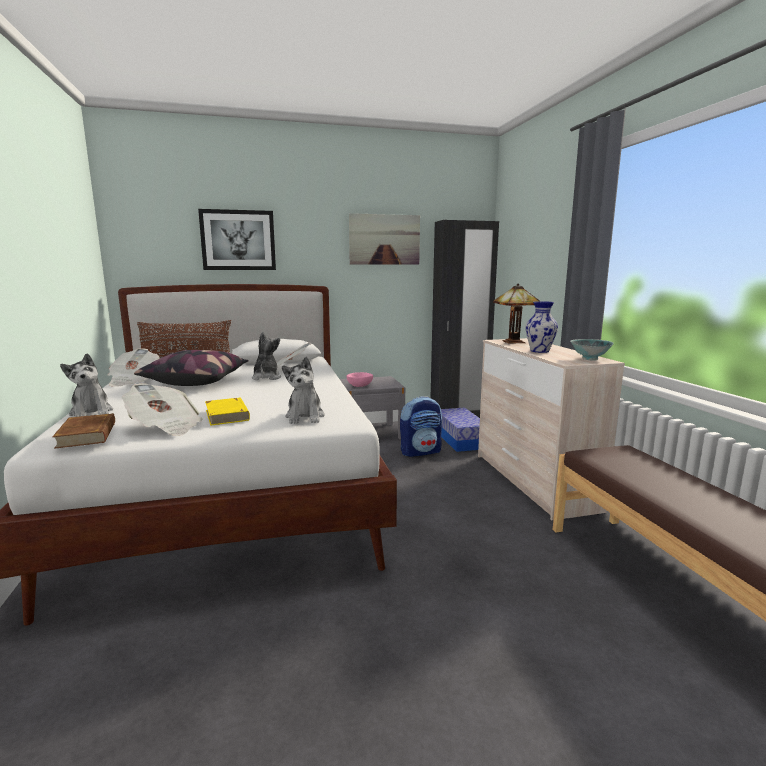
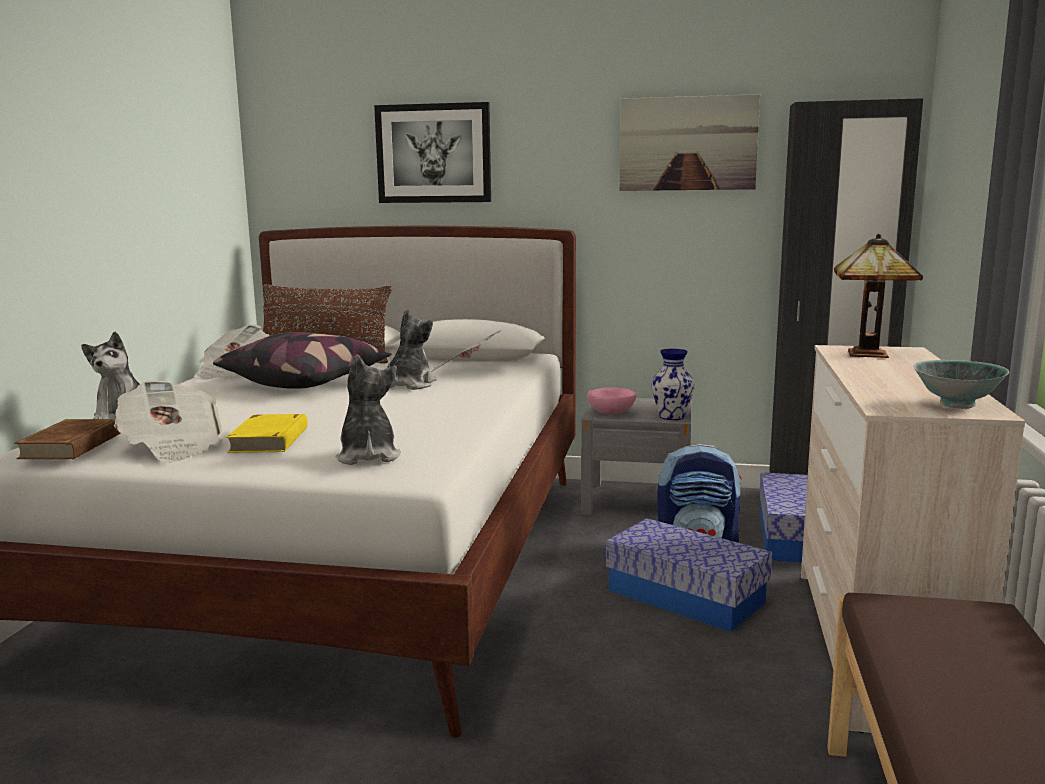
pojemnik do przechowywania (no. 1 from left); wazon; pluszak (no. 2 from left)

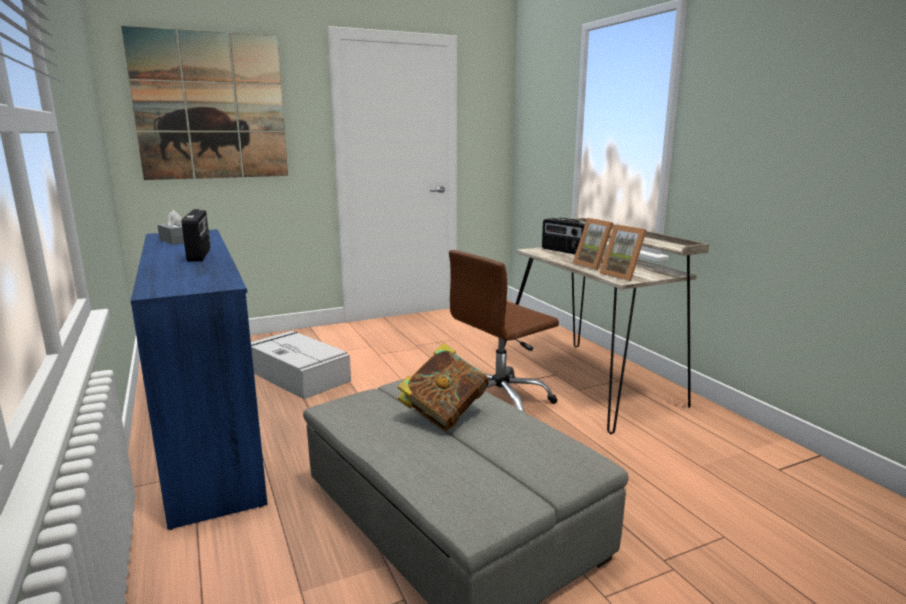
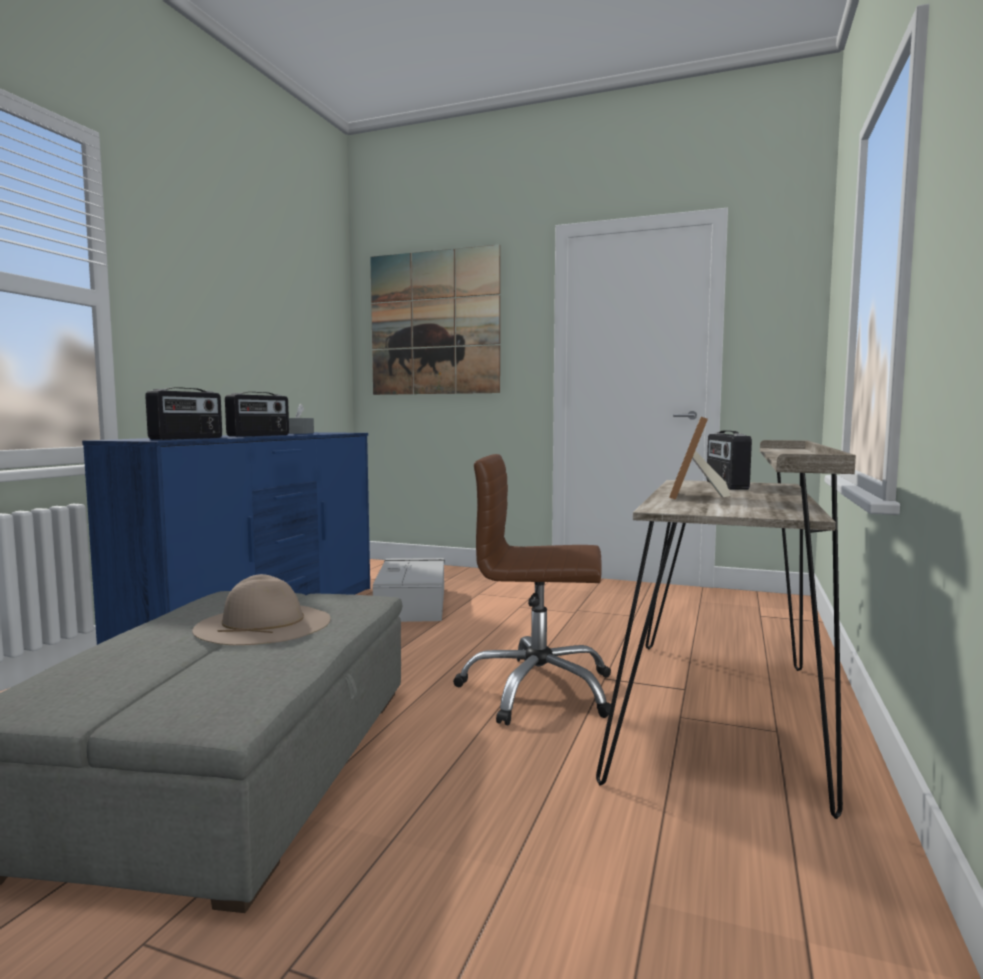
ramka na zdjęcie (no. 2 from left in the first image); radio (no. 1 from left); kapelusz (beżowy)

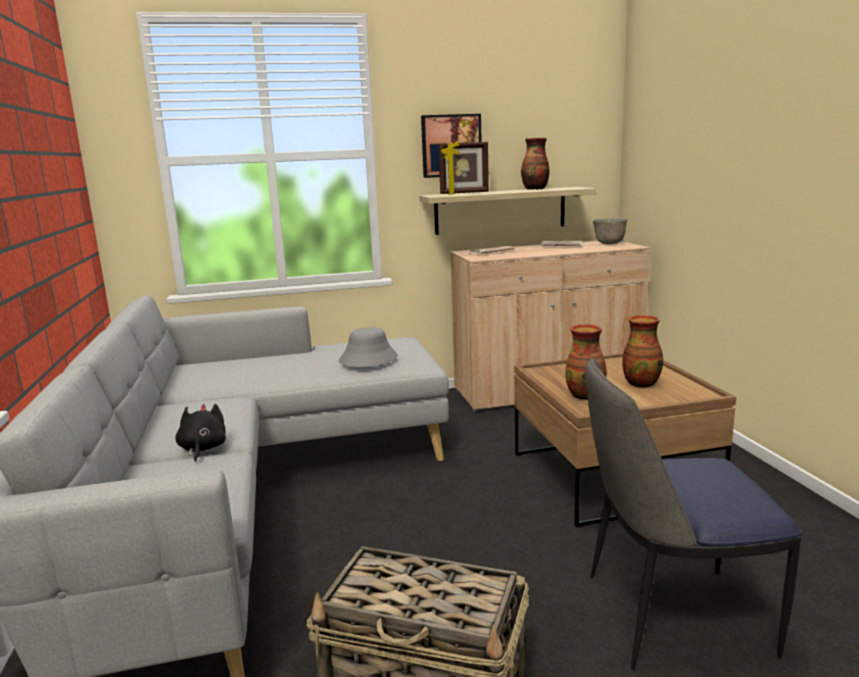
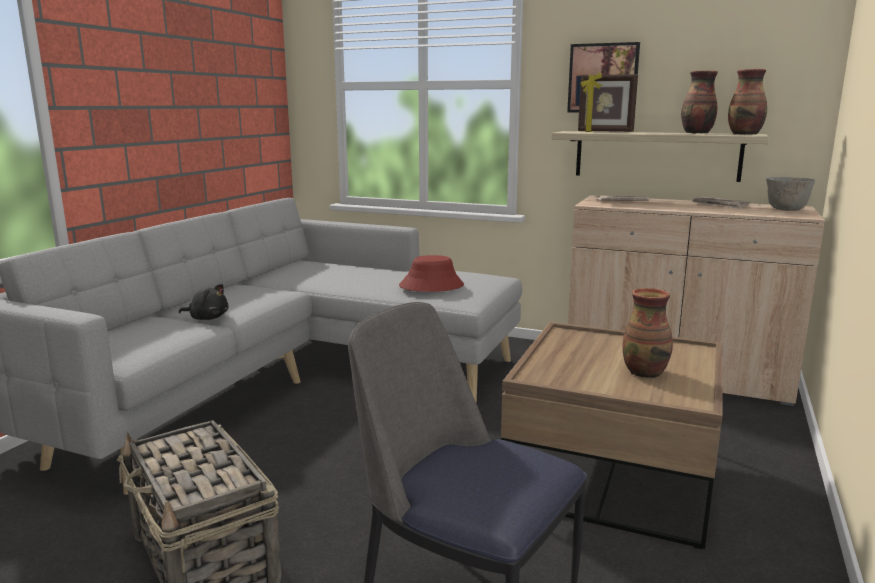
wazon (no. 3 from left); kapelusz (czerwony); pluszak (czarny)

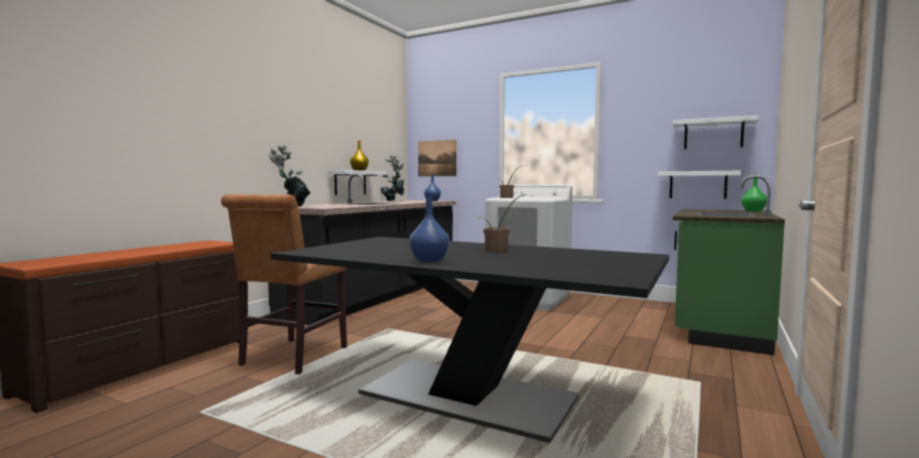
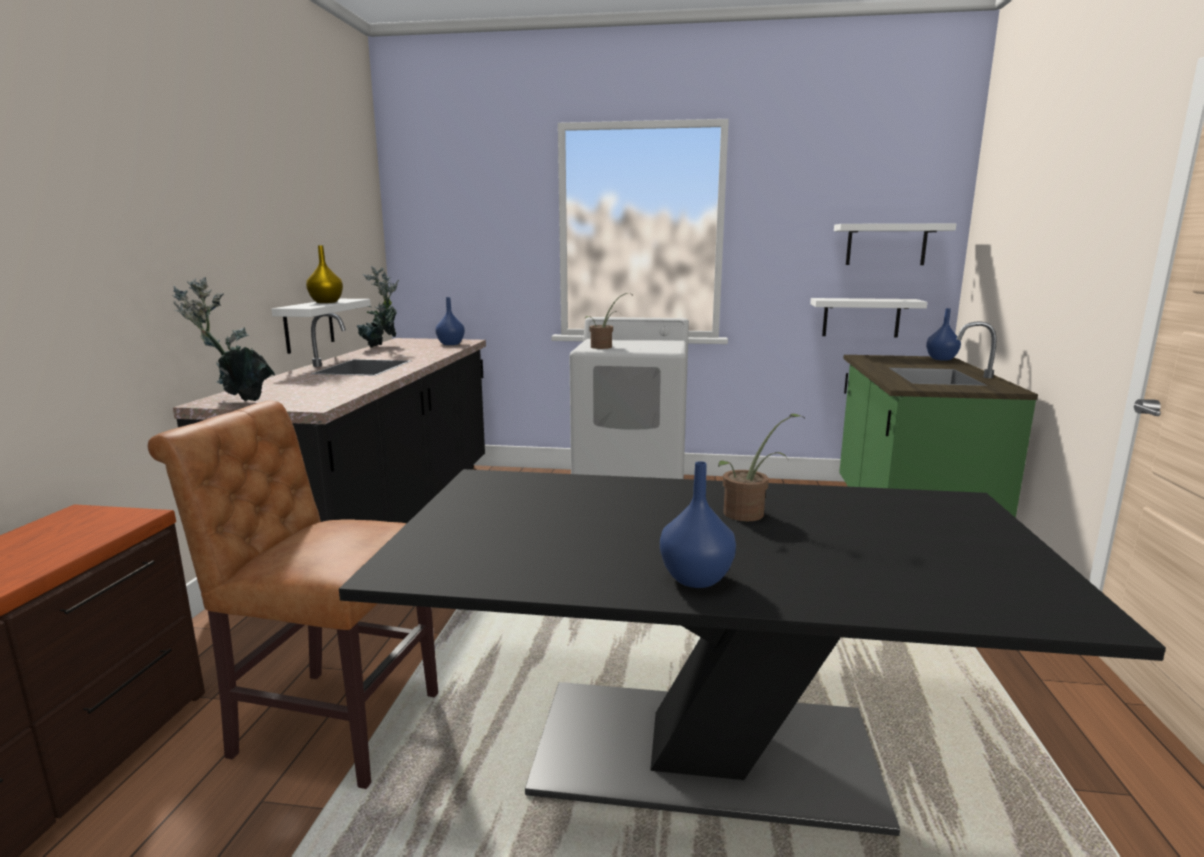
obraz; wazon (niebieski) (no. 3 from left); krzesło (brązowy)

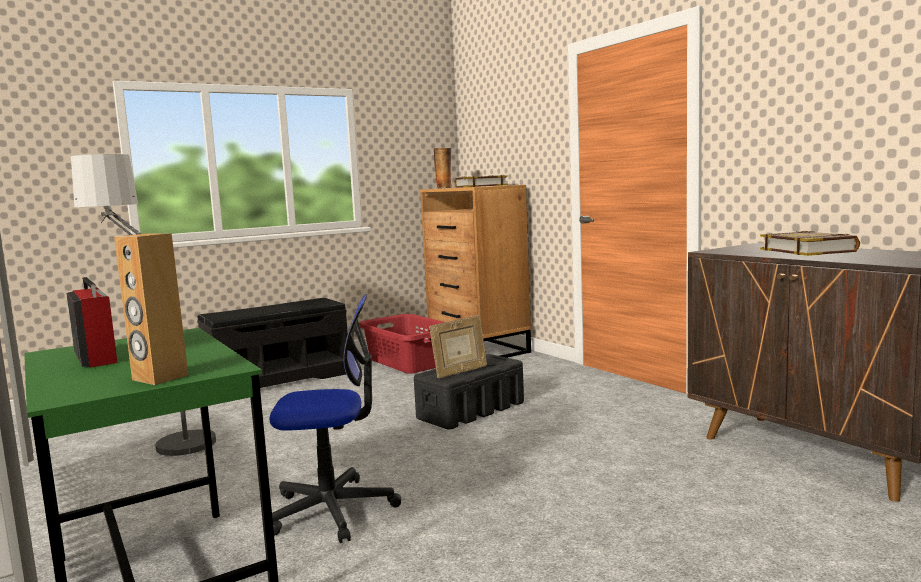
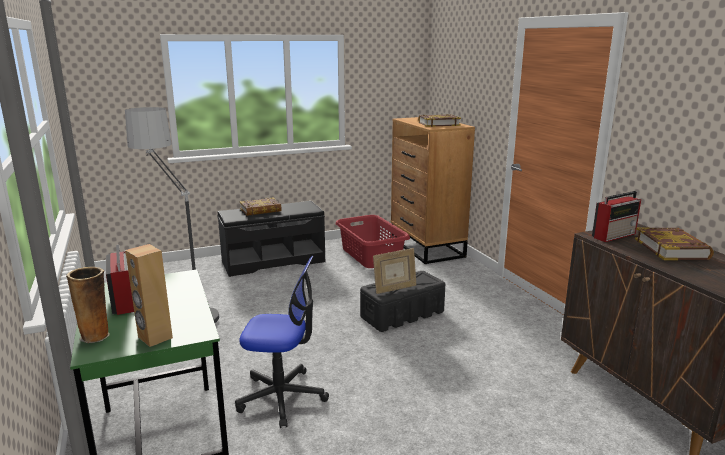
książka (no. 1 from left); radio (no. 2 from left); wazon

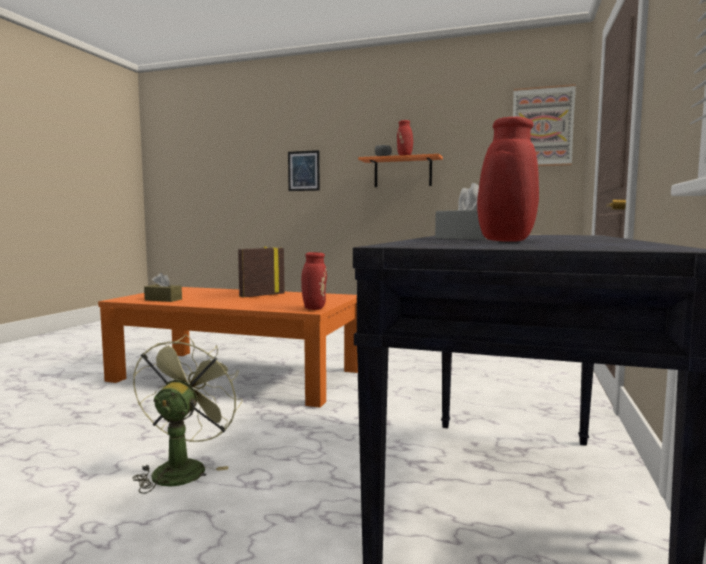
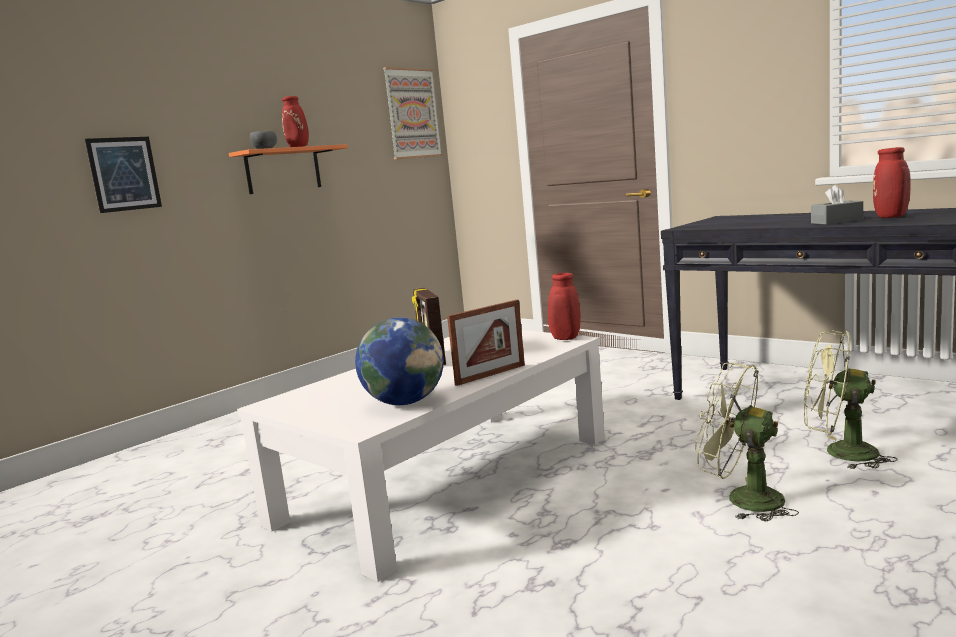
ramka na zdjęcie (no. 2 from left); wentylator (zielony) (no. 2 from left); globus; ława (biały)

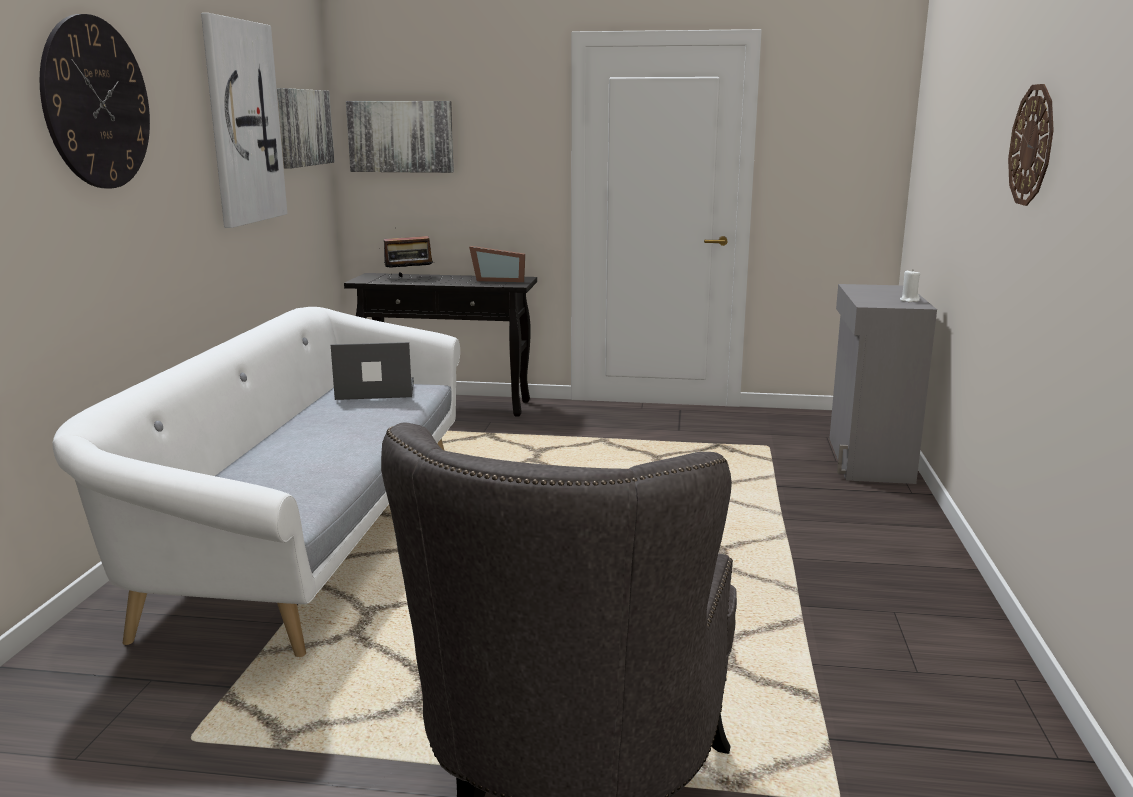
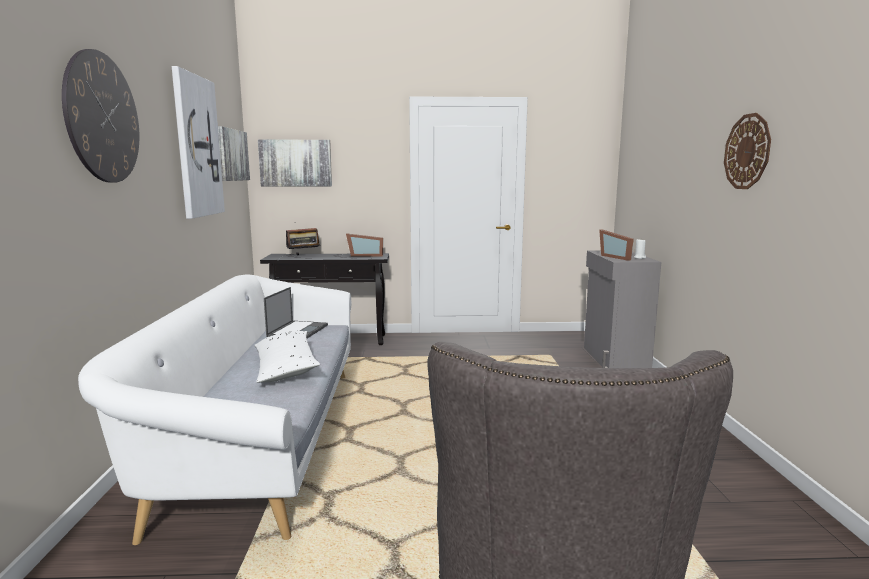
poduszka (biały); ramka na zdjęcie (no. 2 from left); laptop

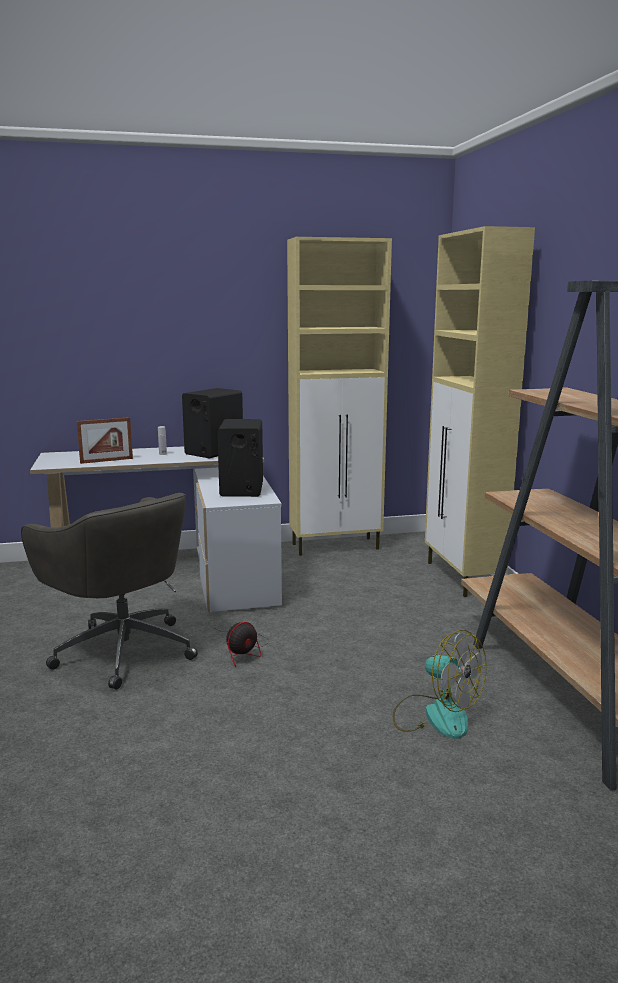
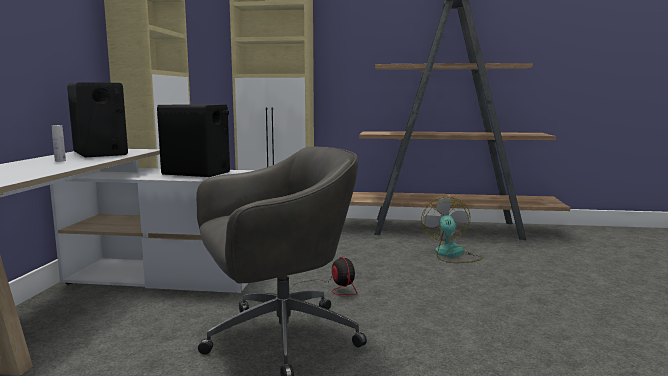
ramka na zdjęcie; wentylator (no. 2 from left)

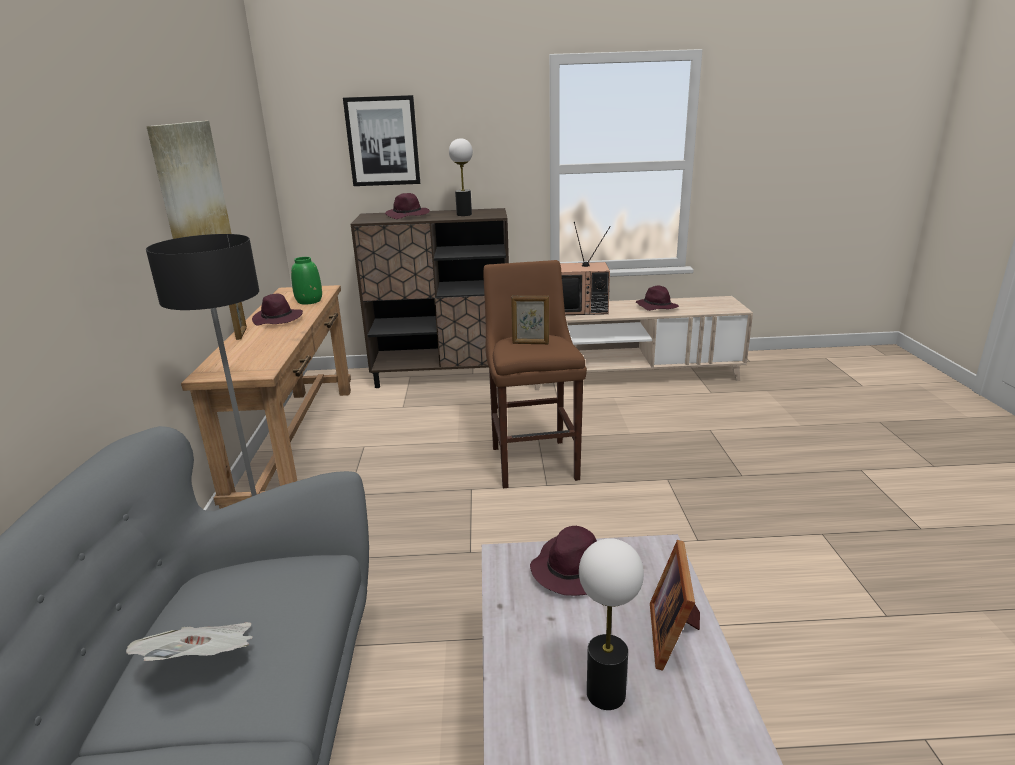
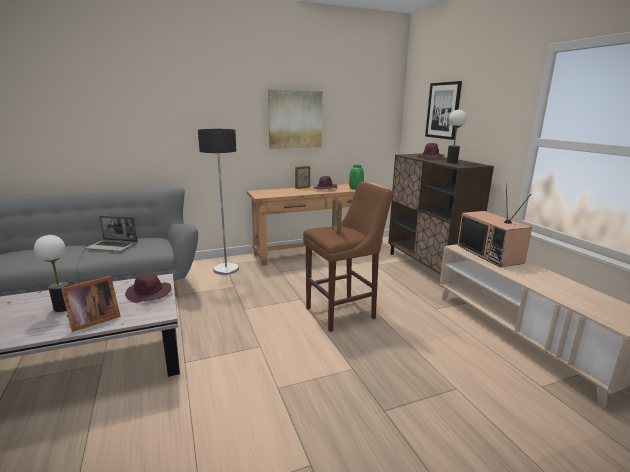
kapelusz (fioletowy) (no. 4 from left in the first image); laptop; ramka na zdjęcie (no. 1 from left)

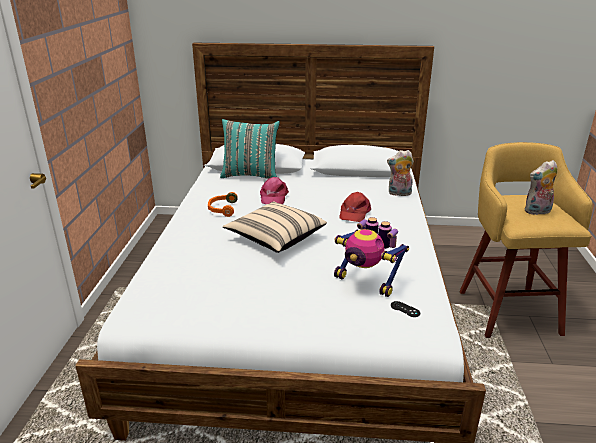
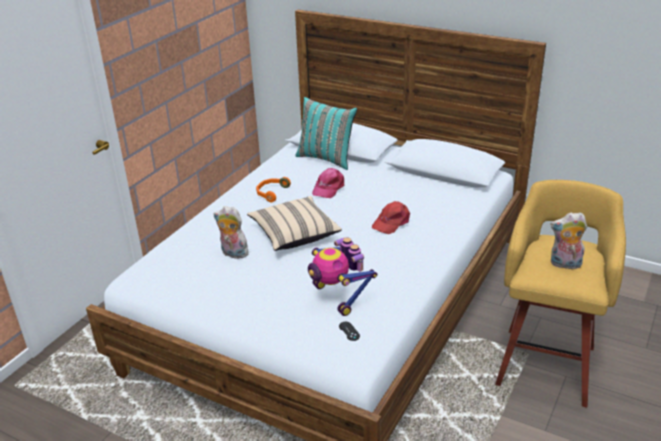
pluszak (no. 1 from left)

